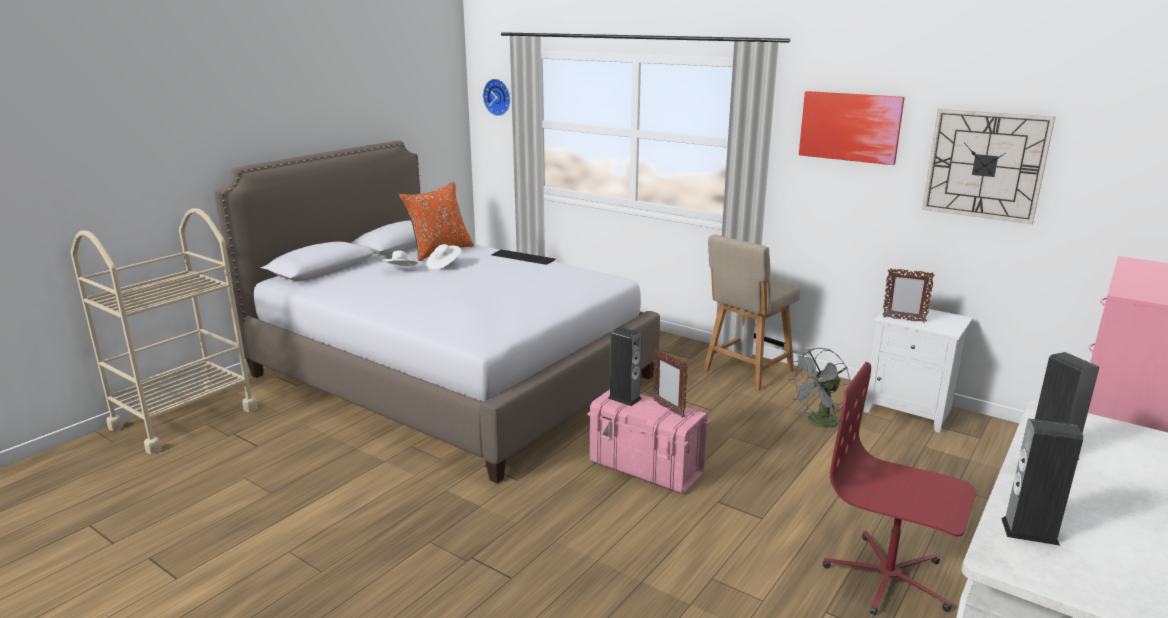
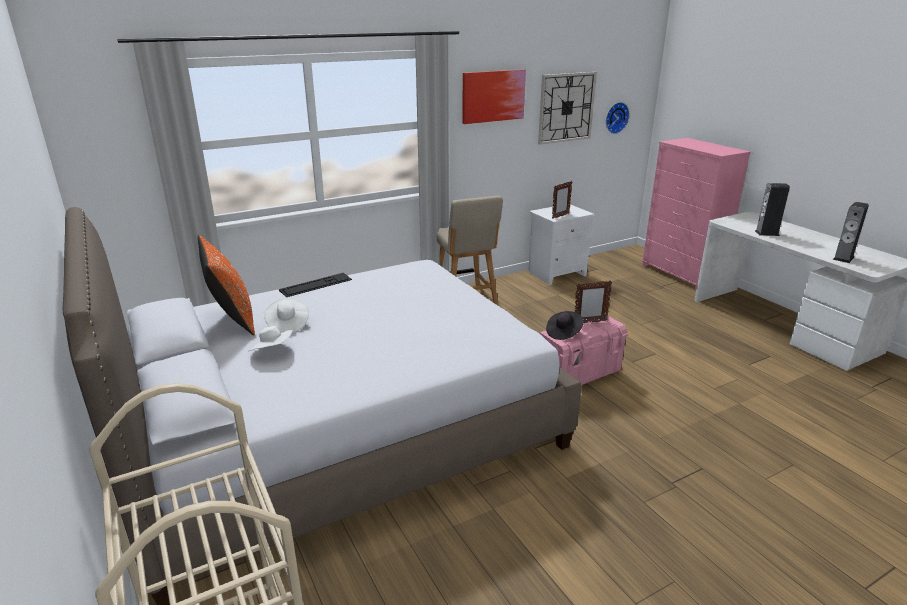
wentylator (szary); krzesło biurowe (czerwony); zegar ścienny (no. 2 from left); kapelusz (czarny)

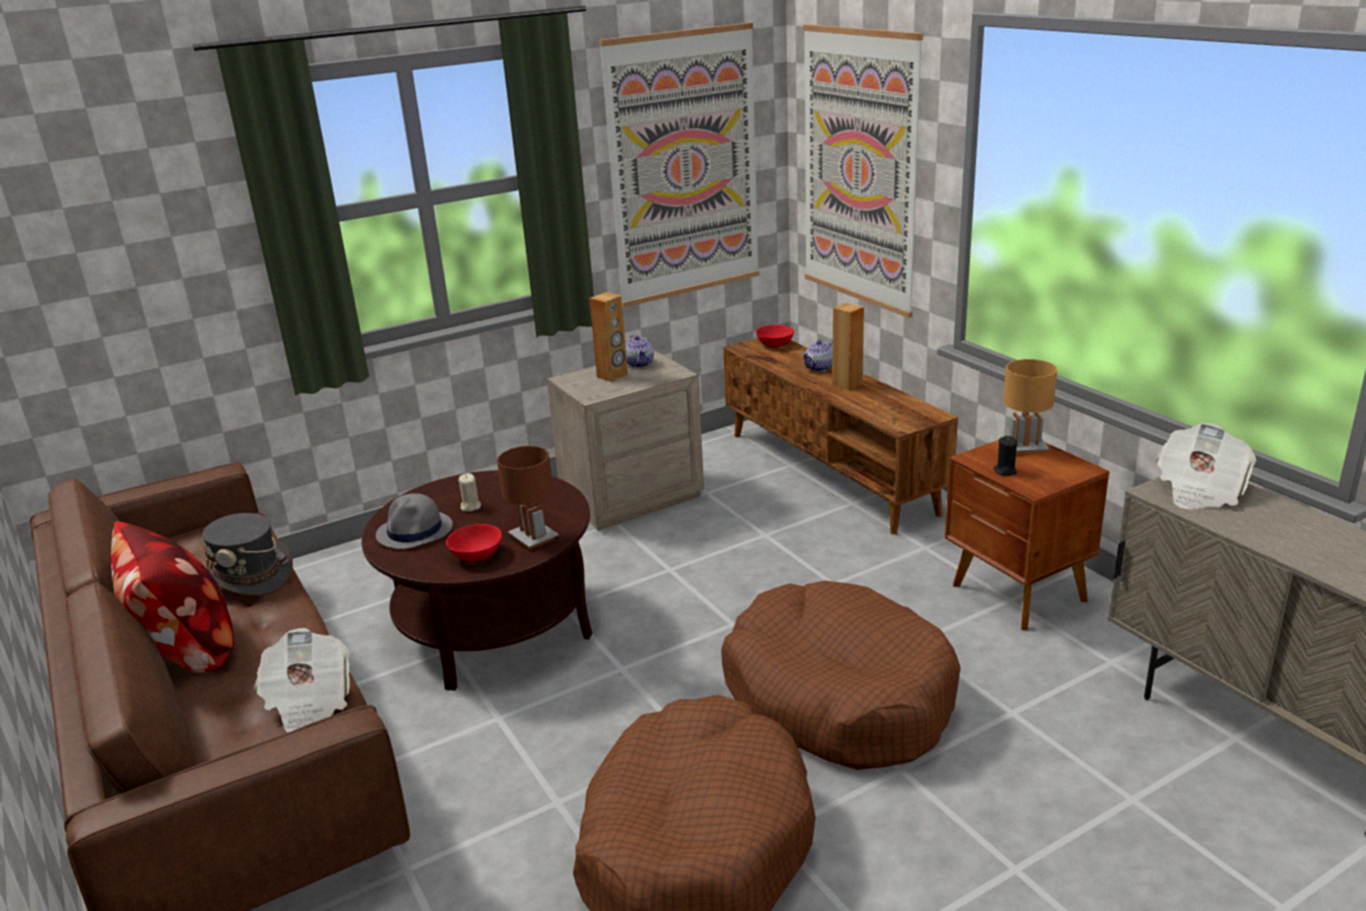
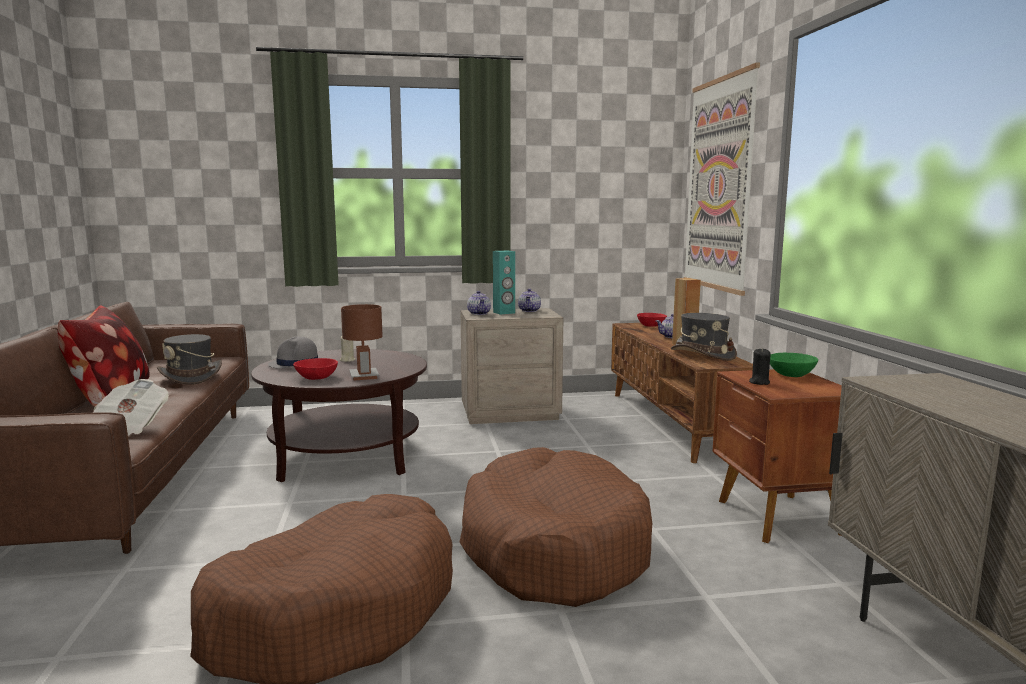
obraz (no. 1 from left in the first image); gazeta (no. 2 from left in the first image); imbryk (no. 1 from left); kapelusz (szary) (no. 3 from left); miska (zielony); głośnik (turkusowy)

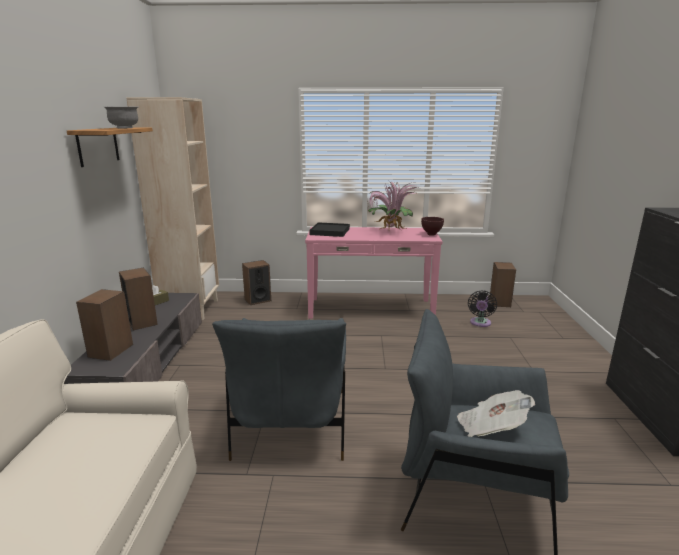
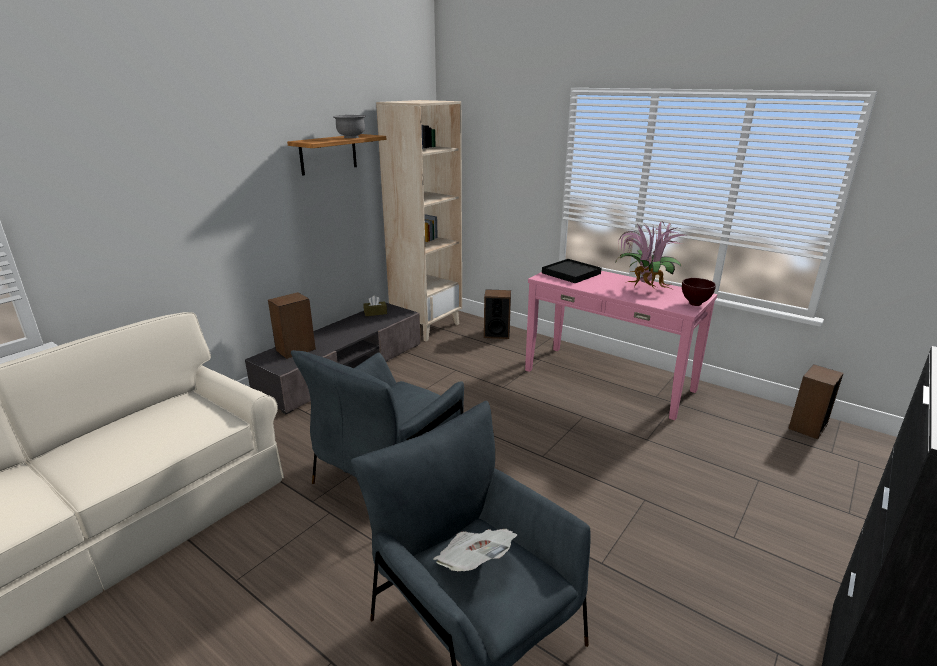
głośnik (no. 2 from left in the first image); wentylator (czarny)

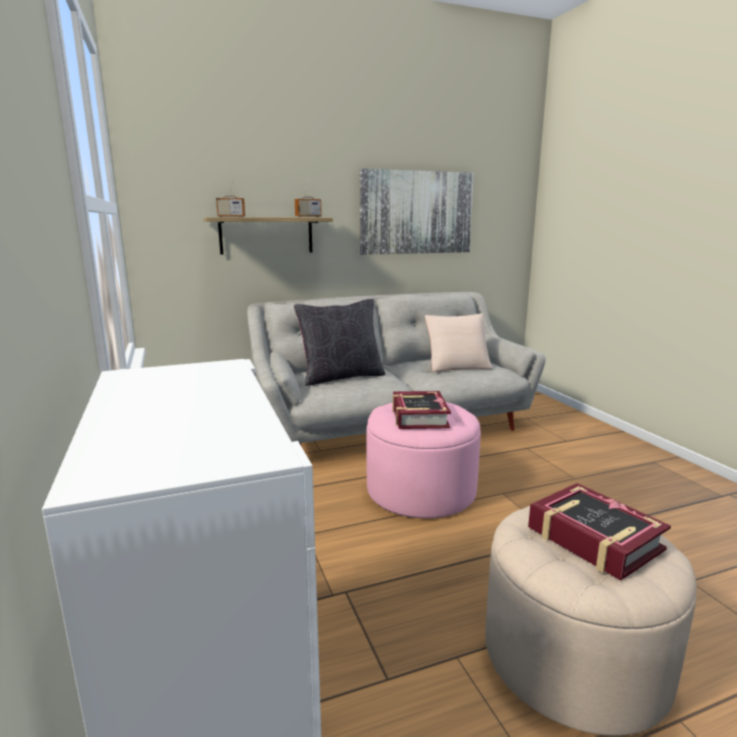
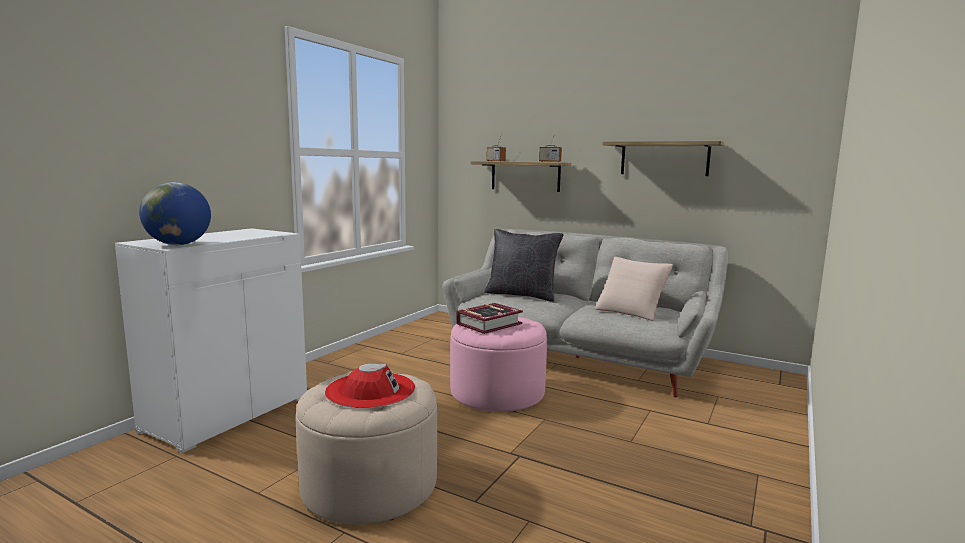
globus; półka (no. 2 from left); kapelusz (czerwony)

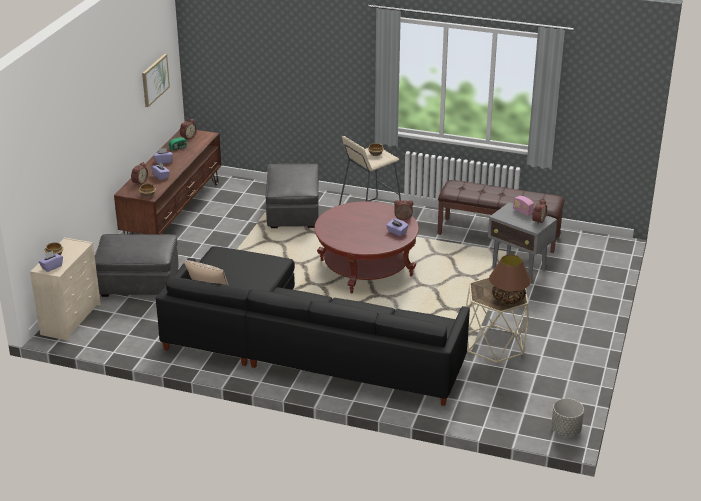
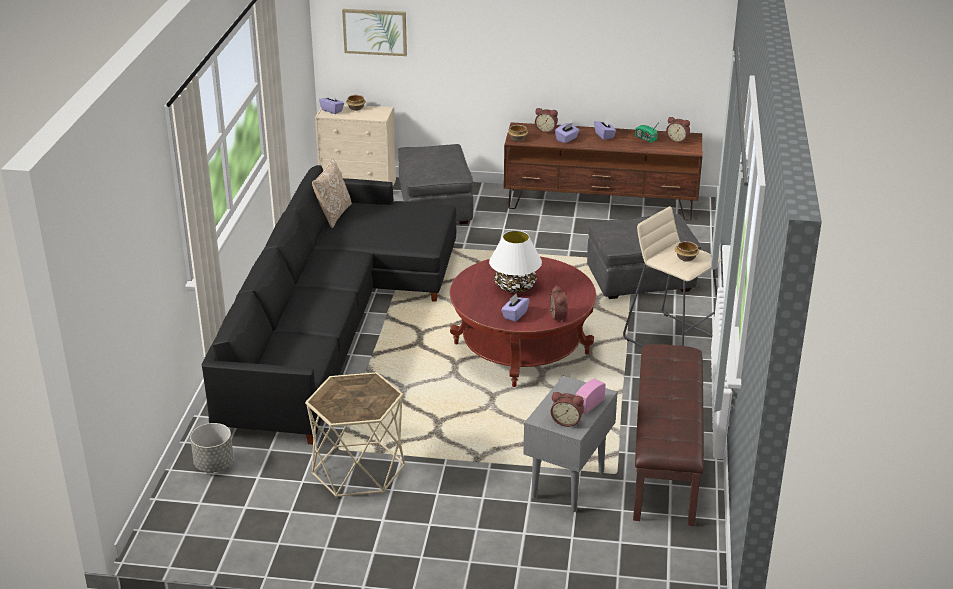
lampa stołowa (brązowy); lampa stołowa (biały); obraz; donica (szary)

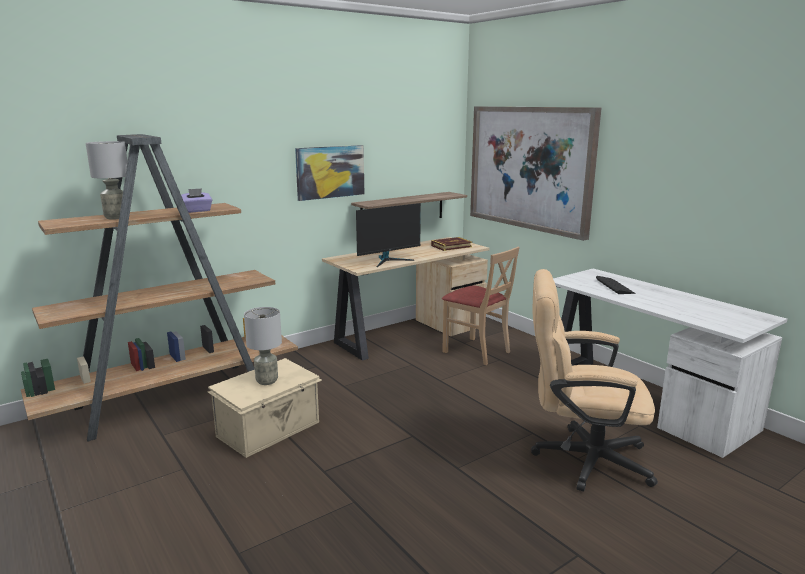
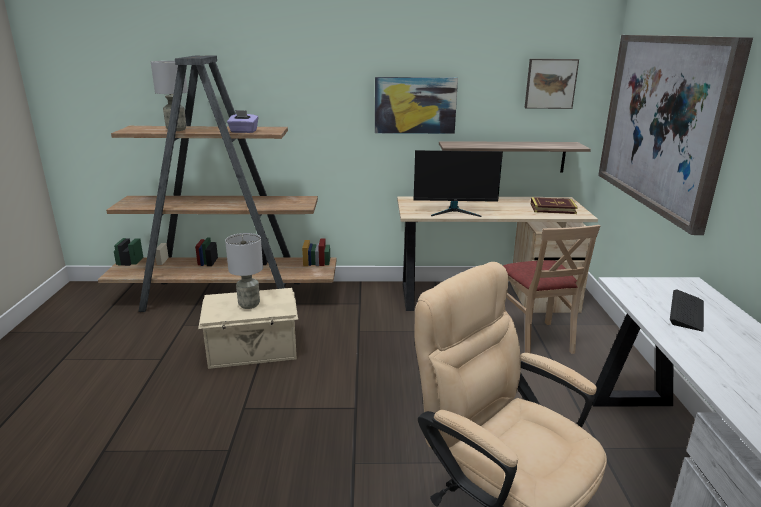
obraz (no. 2 from left)

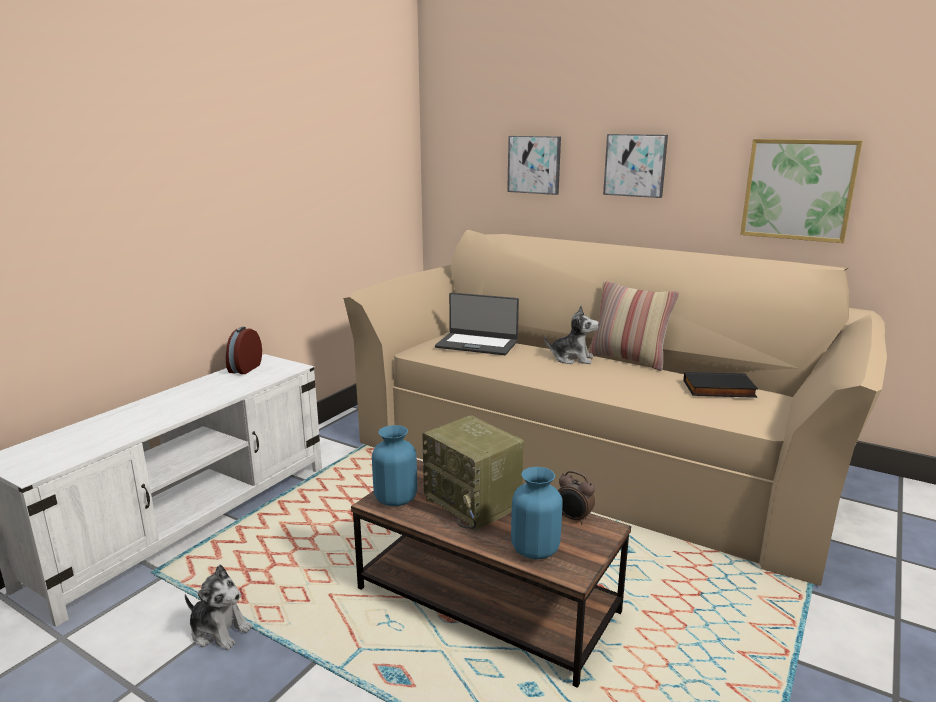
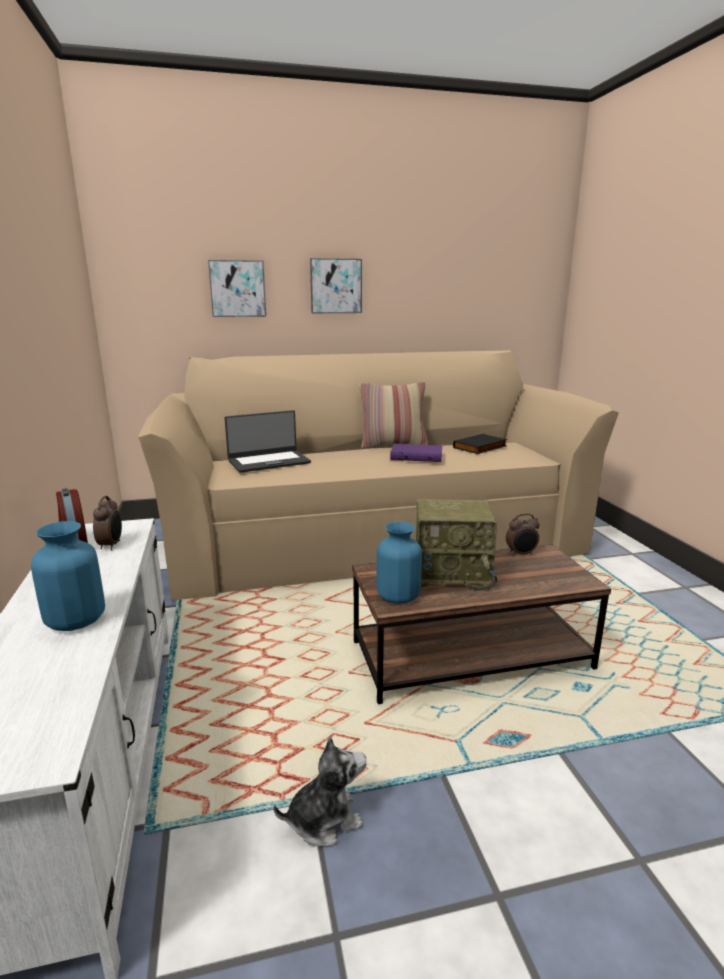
pluszak (no. 2 from left in the first image); obraz (no. 3 from left in the first image); budzik (no. 2 from left); książka (fioletowy); wazon (niebieski) (no. 1 from left)

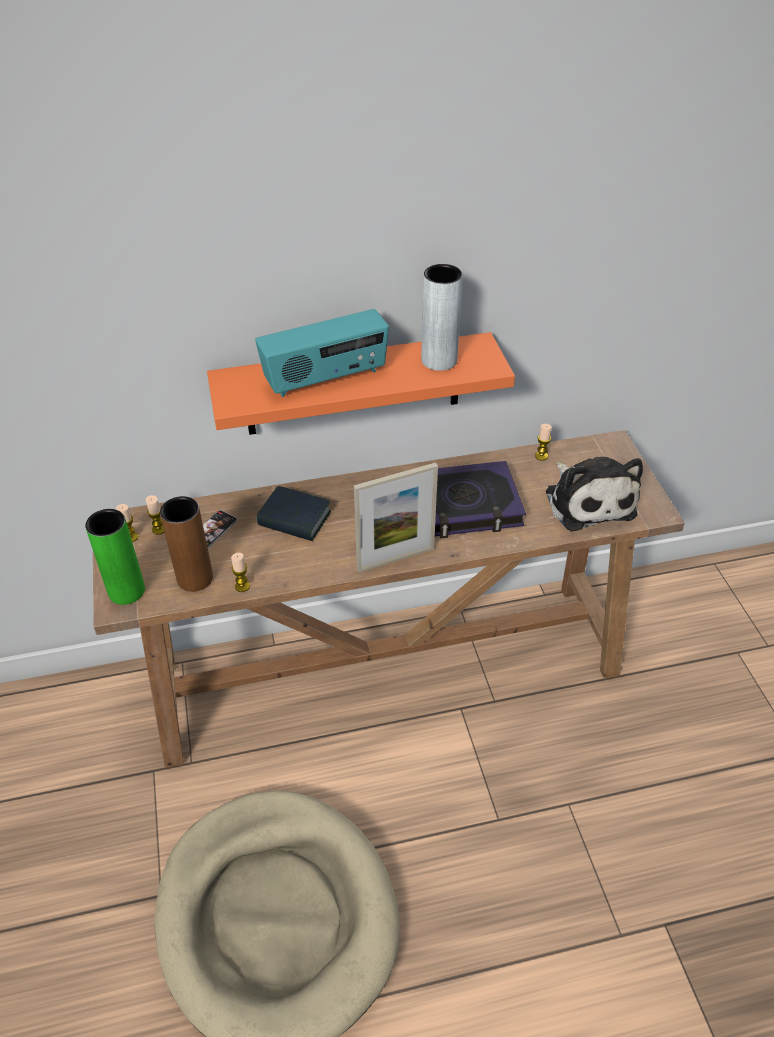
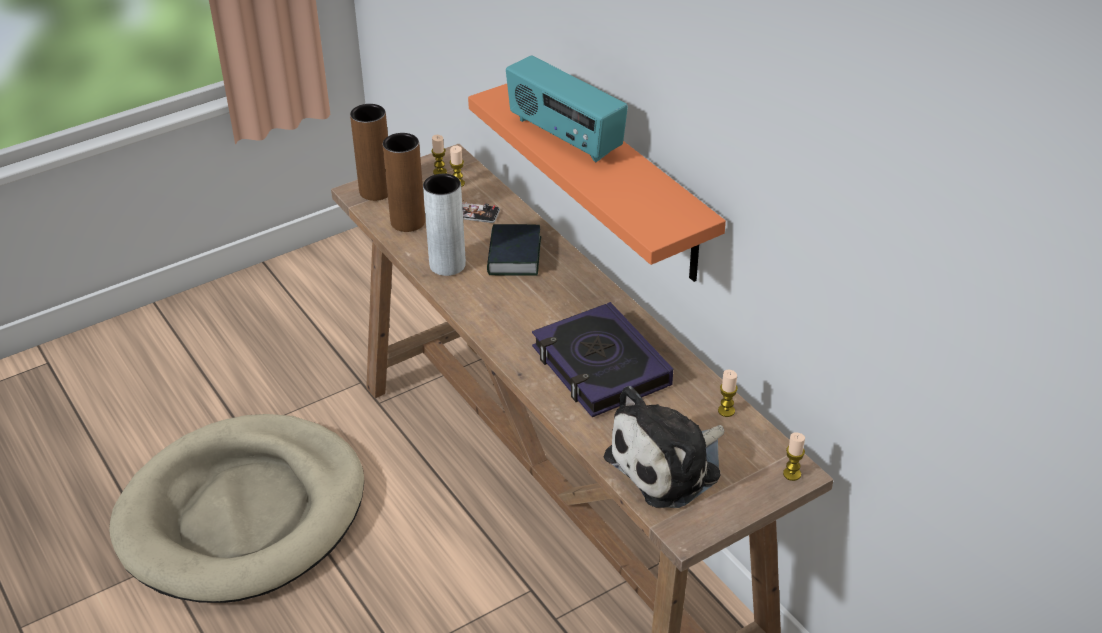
ramka na zdjęcie; świeca (no. 4 from left); wazon (szary); wazon (brązowy) (no. 1 from left)

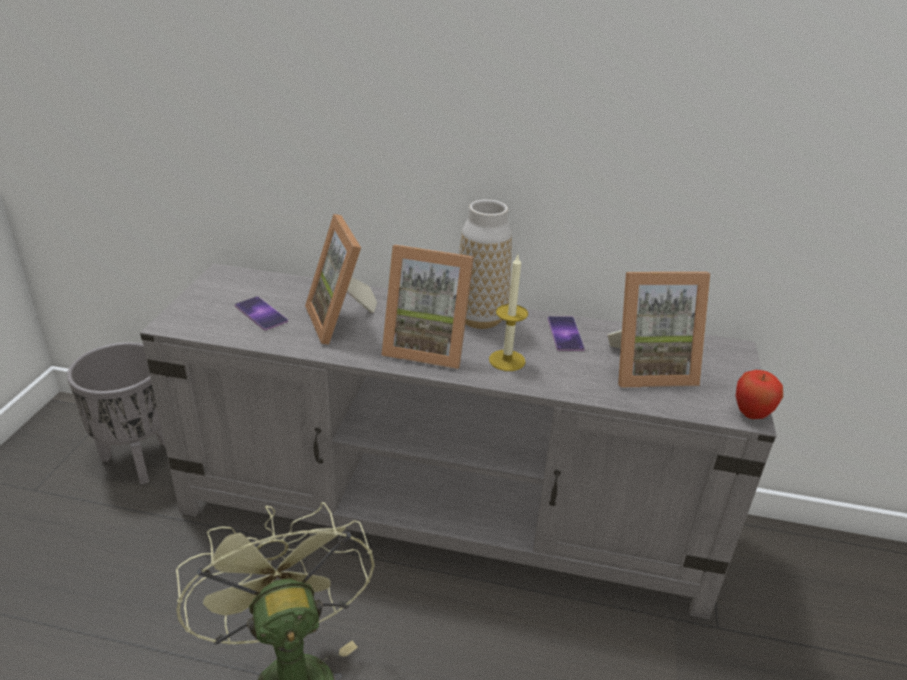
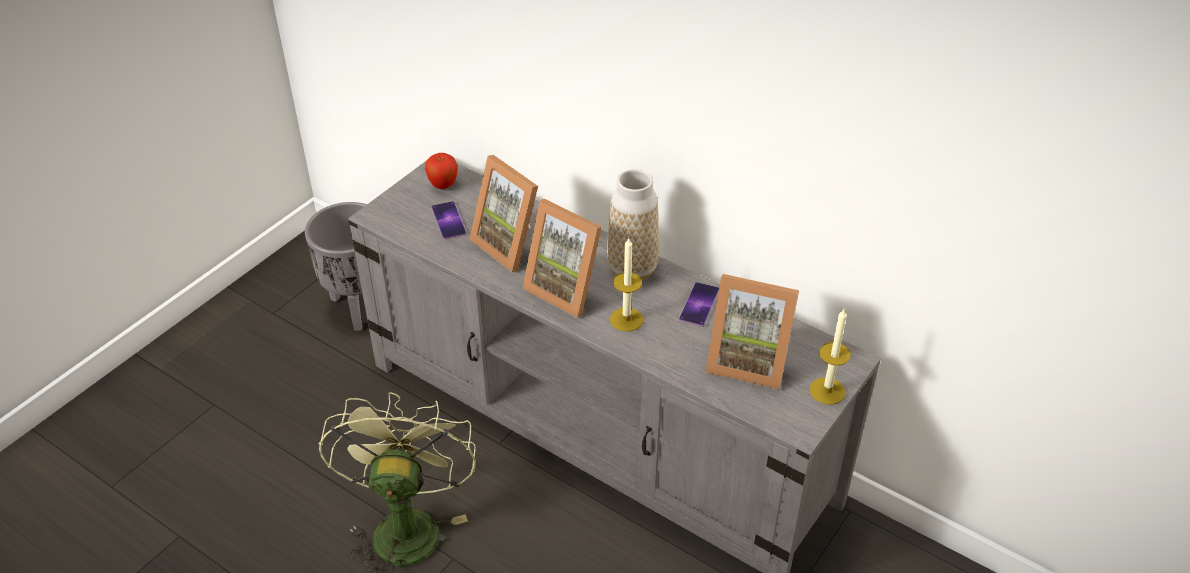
świeca (no. 2 from left); jabłko; ramka na zdjęcie (no. 1 from left)

